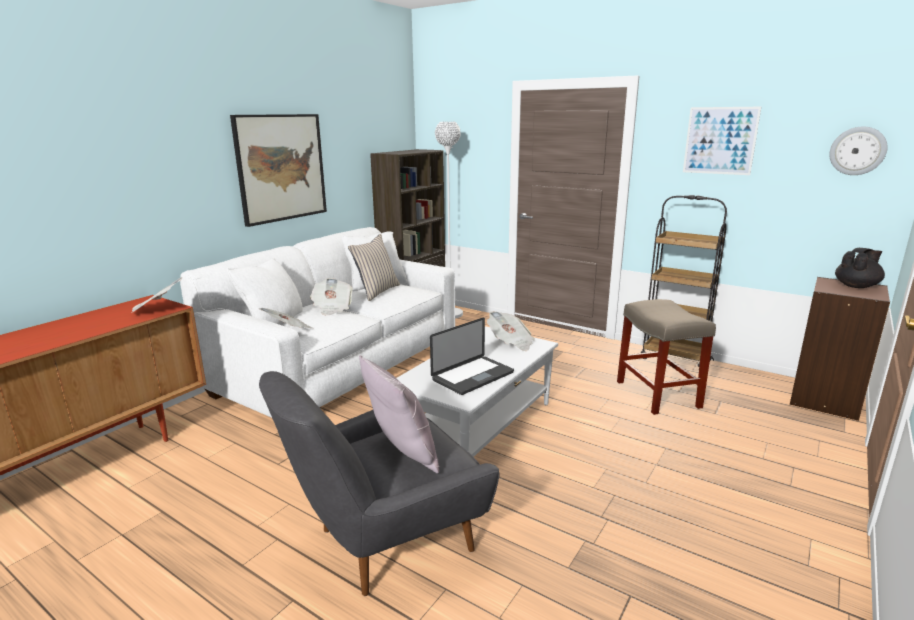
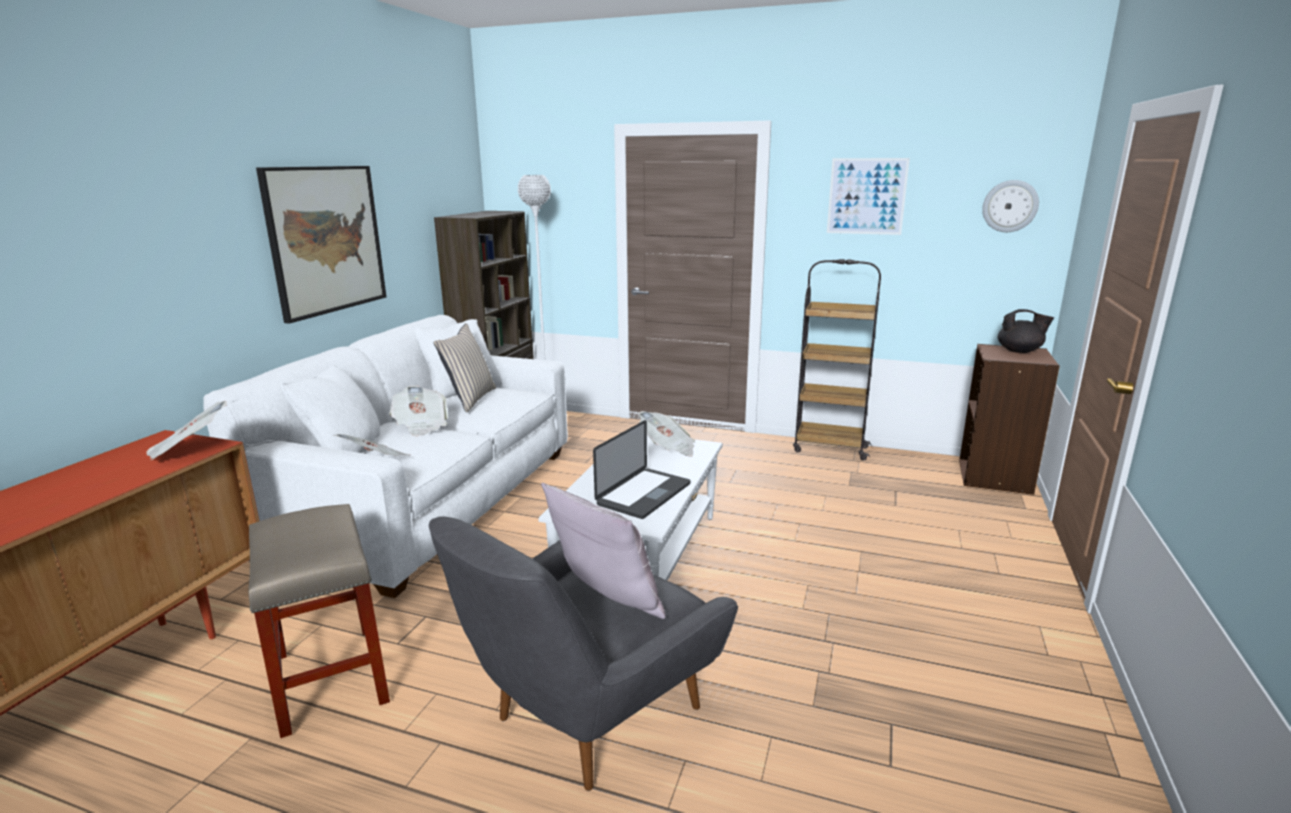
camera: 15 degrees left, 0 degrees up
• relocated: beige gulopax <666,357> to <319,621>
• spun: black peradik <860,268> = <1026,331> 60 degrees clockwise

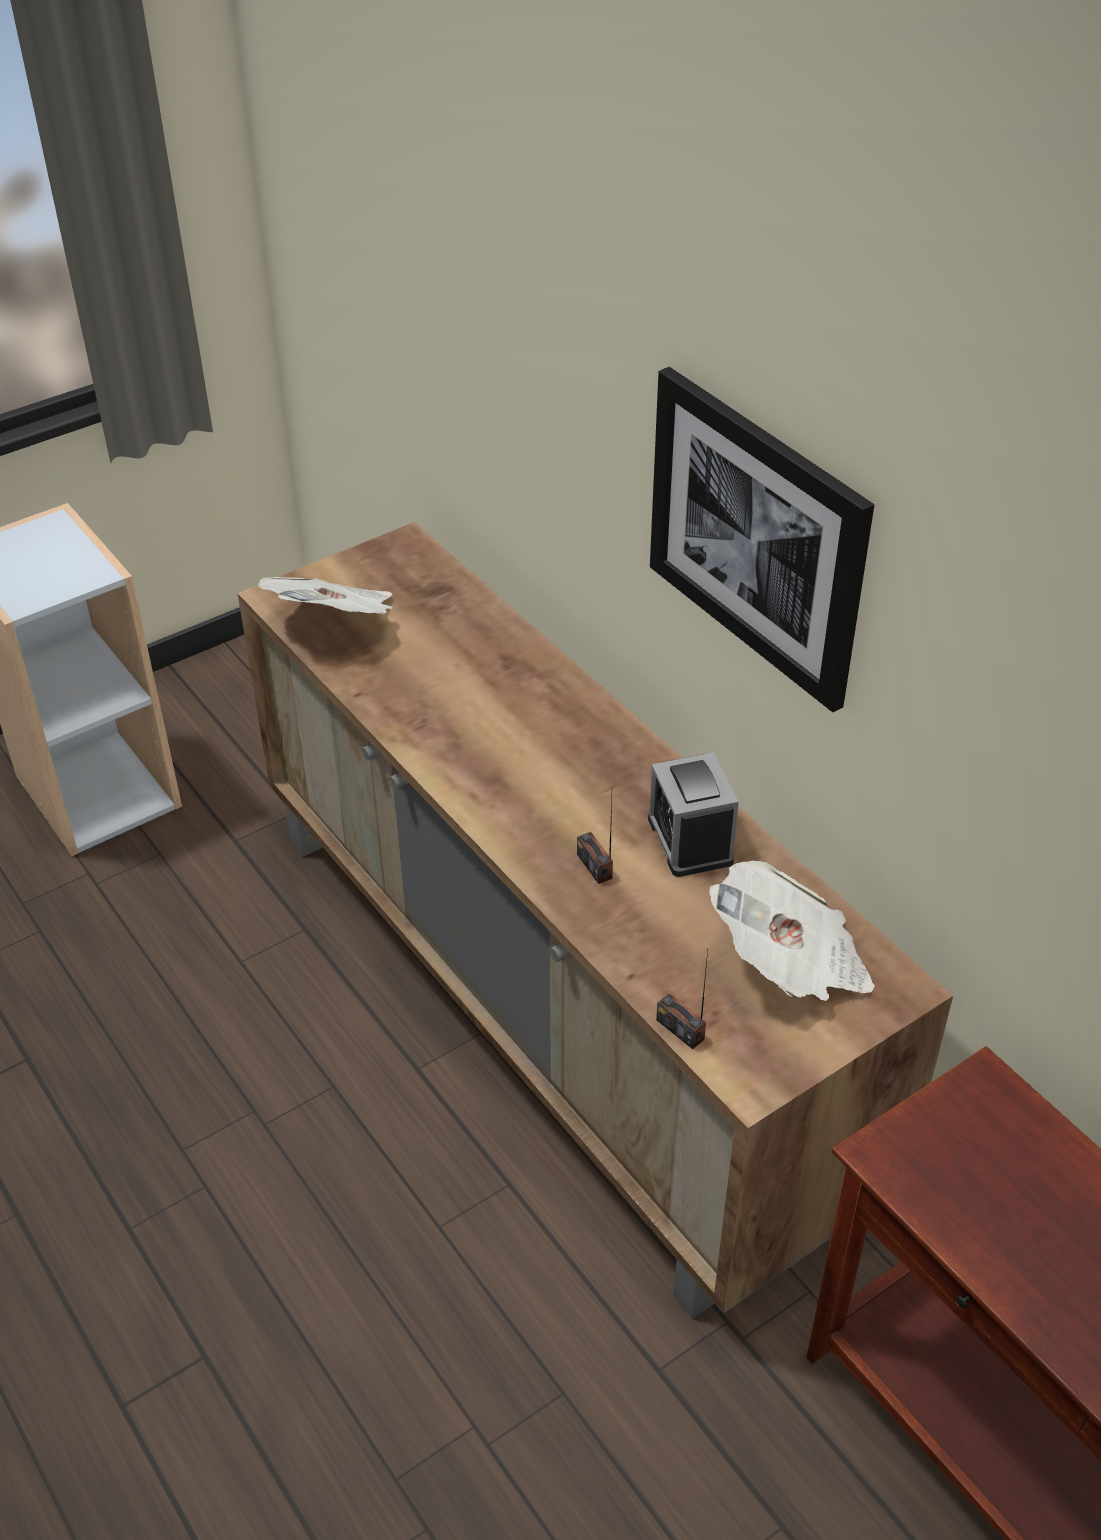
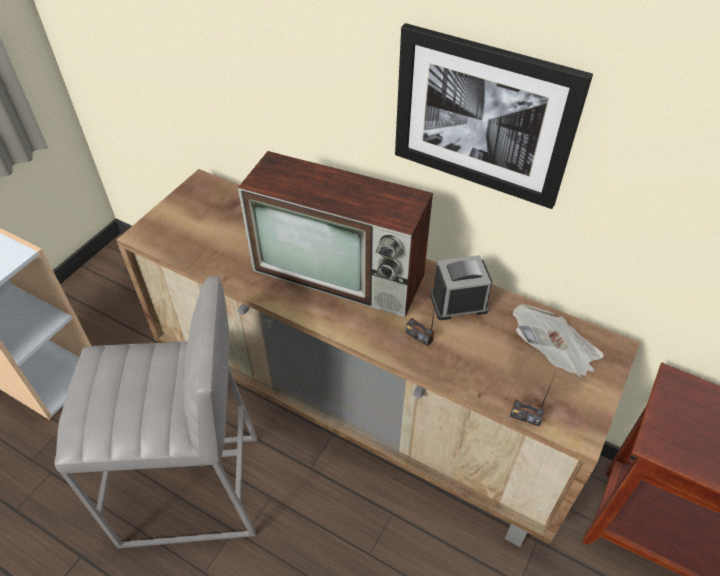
camera: 25 degrees left, 5 degrees up
• missing: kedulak <325,595>
• spun: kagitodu <693,814> = <461,287> 120 degrees clockwise
• appeared: grey gulopax <155,412>
• appeared: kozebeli <335,234>

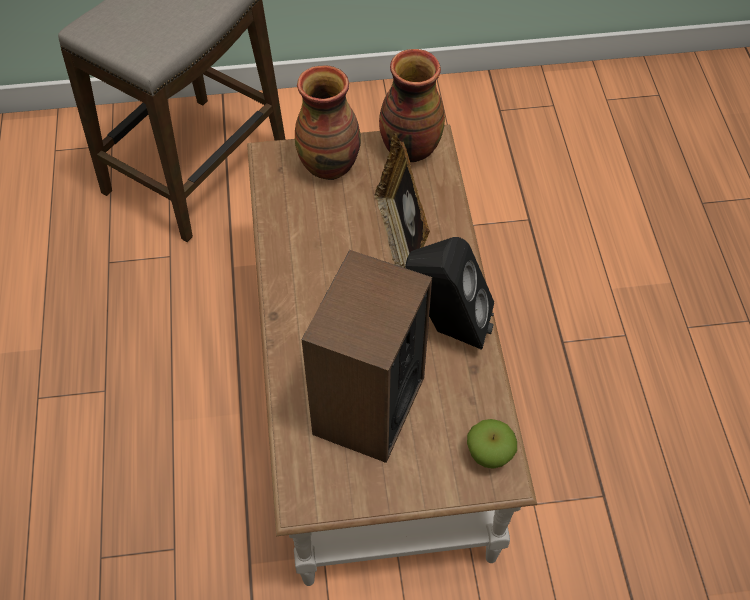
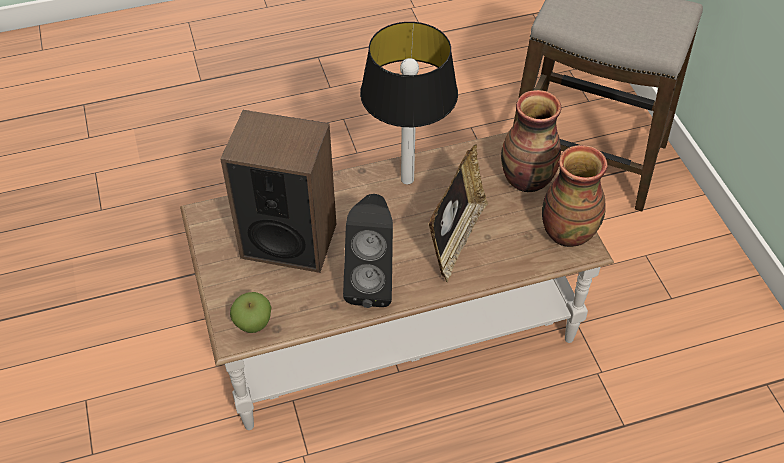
camera: 80 degrees right, 5 degrees down
• spun: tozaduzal <402,200> = <458,213> 135 degrees clockwise
• appeared: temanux <409,103>

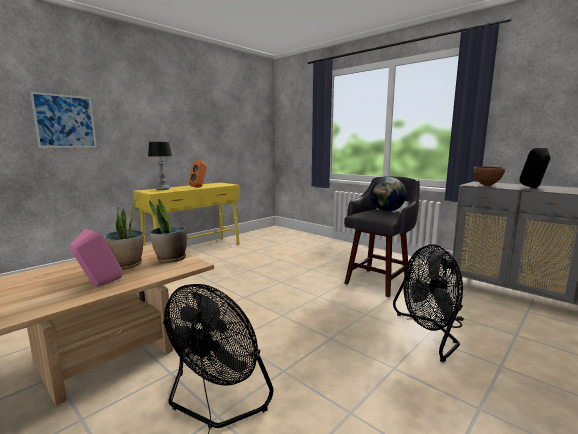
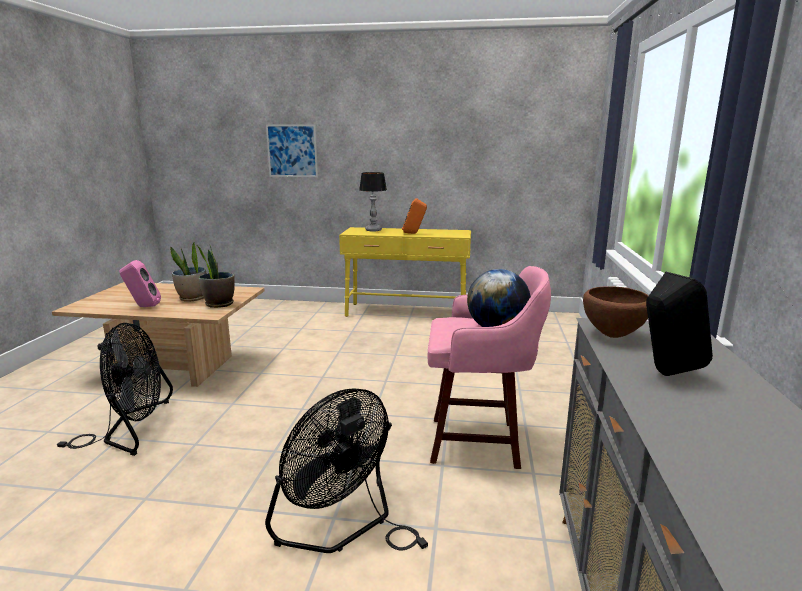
camera: 55 degrees right, 5 degrees up
• colour: grey gulopax <382,236> to pink gulopax <489,367>

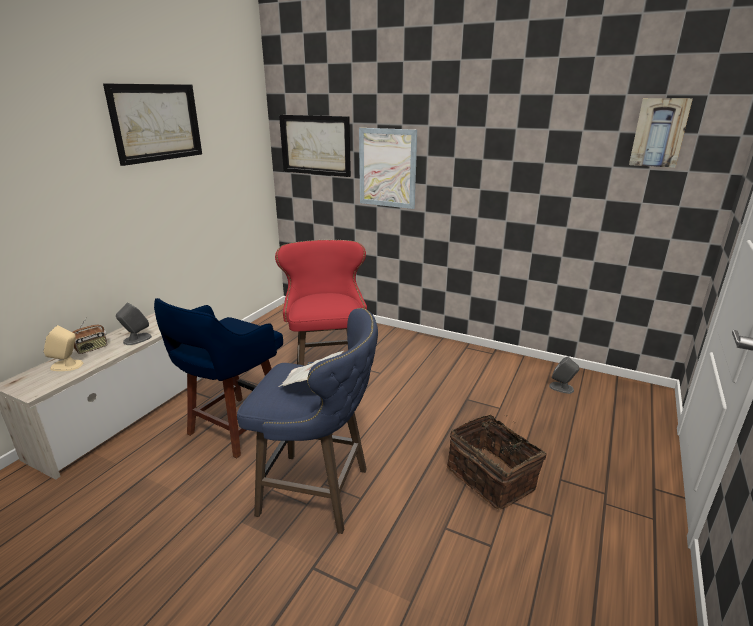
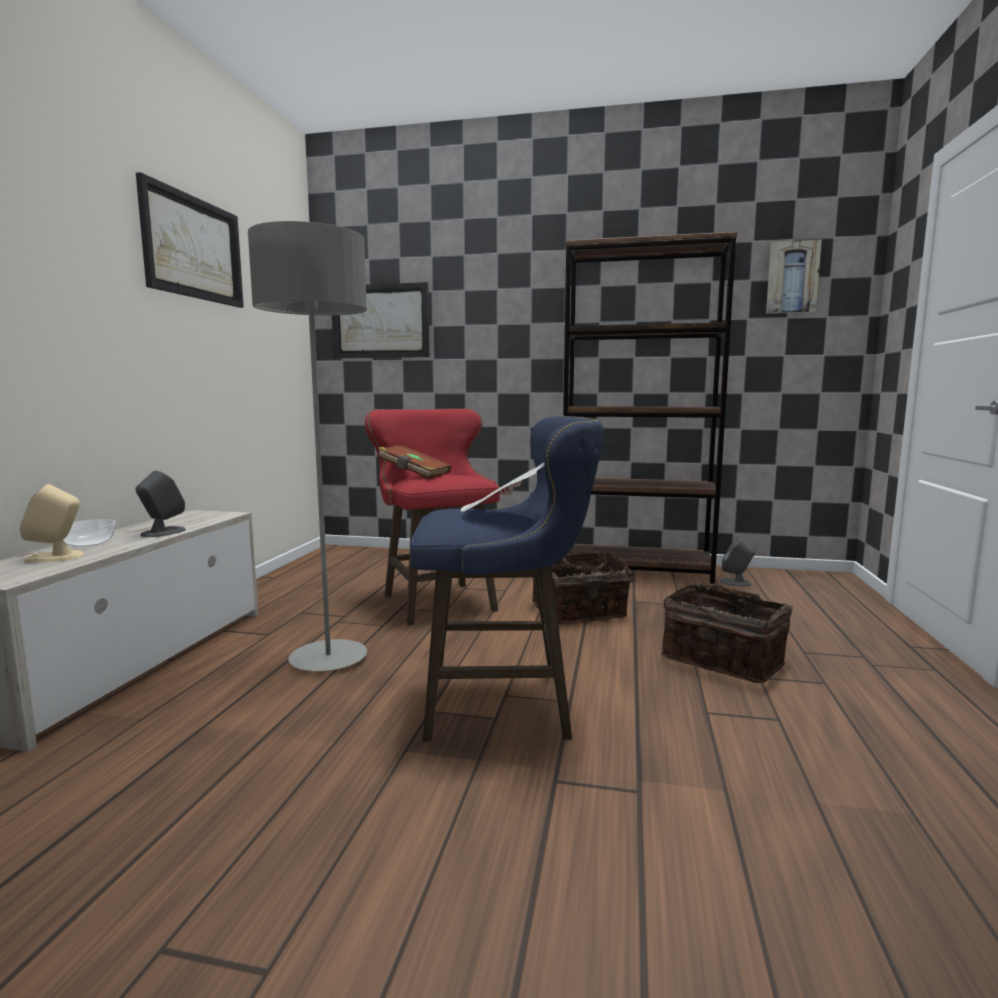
camera: 15 degrees left, 15 degrees down
• exchanged: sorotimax <90,335> to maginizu <89,533>
• exchanged: blue gulopax <218,378> to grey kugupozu <307,446>
• missing: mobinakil <388,168>
• appeared: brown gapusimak <414,462>
• appeared: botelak <584,587>
• appeared: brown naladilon <649,407>

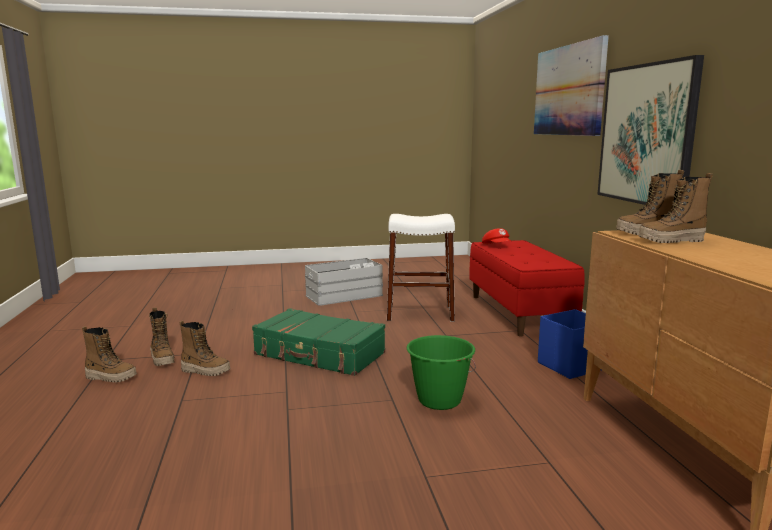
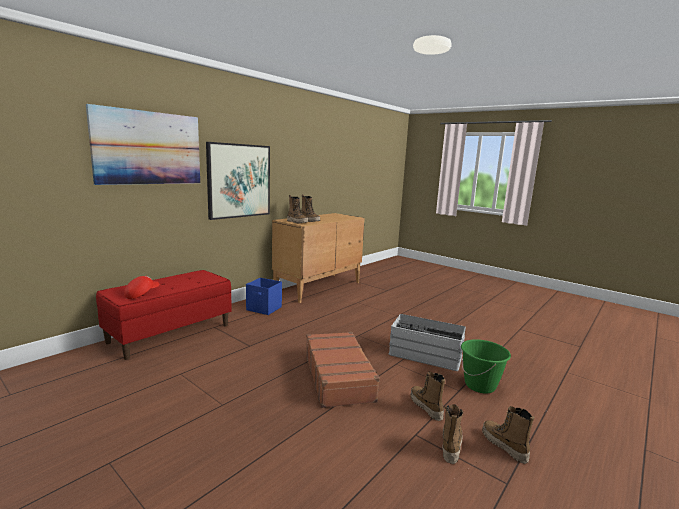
camera: 130 degrees left, 0 degrees up
• colour: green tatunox <318,342> to brown tatunox <343,370>
• relocated: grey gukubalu <344,282> to <427,342>
• missing: white gulopax <421,268>
• relocated: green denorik <441,372> to <486,366>

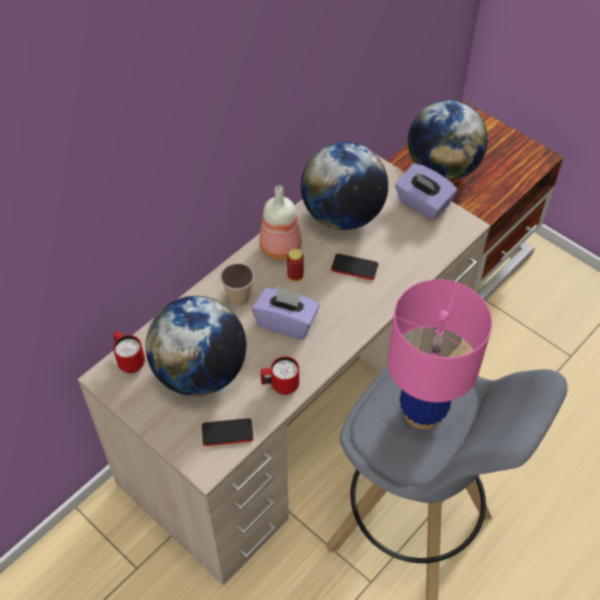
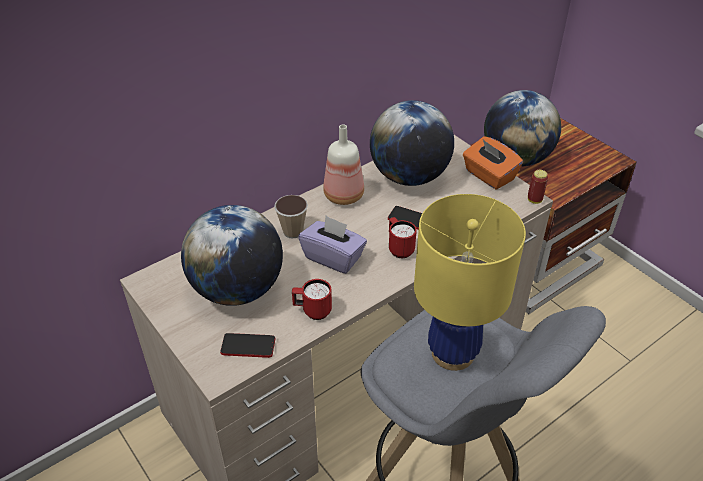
camera: 10 degrees right, 10 degrees down
• relocated: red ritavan <129,352> to <403,237>
• relocated: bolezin <295,265> to <538,187>
• colour: pink temanux <440,354> to yellow temanux <470,282>
• colour: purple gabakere <426,191> to orange gabakere <493,163>

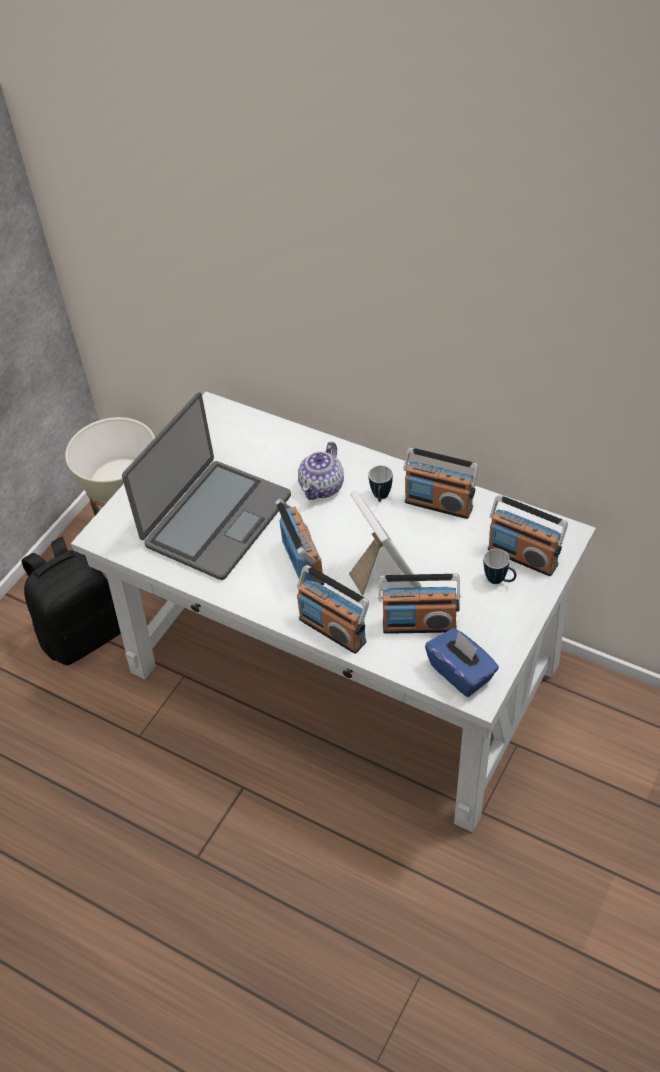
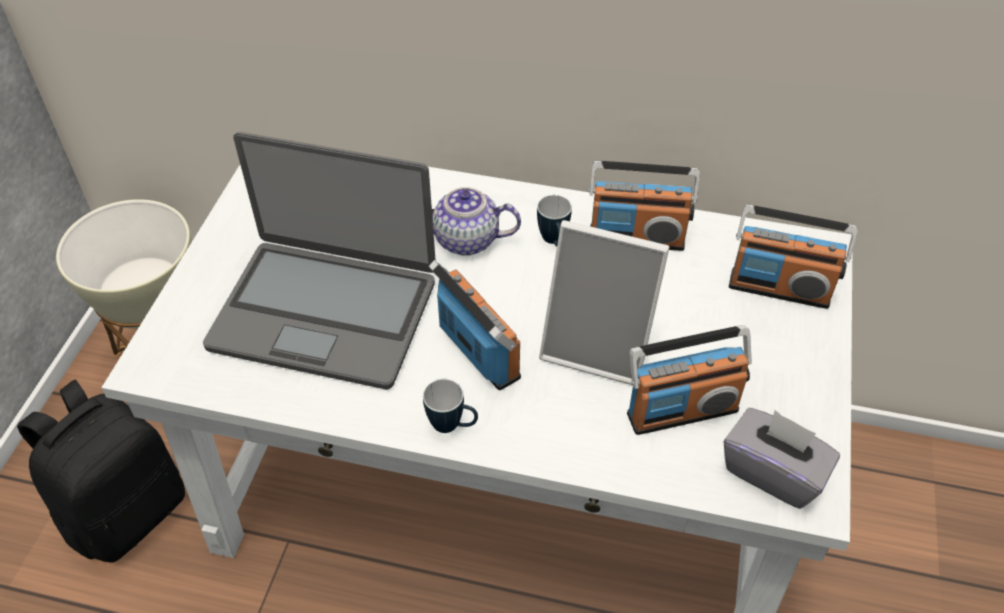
camera: 20 degrees left, 0 degrees up
• spun: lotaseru <206,486> = <319,260> 90 degrees clockwise
• missing: sorotimax <333,609>
• spun: peradik <321,470> = <476,221> 90 degrees clockwise
• spun: tozaduzal <385,543> = <604,302> 150 degrees clockwise
• colour: blue gabakere <462,662> to grey gabakere <781,458>
• relocated: ritavan <500,566> to <450,406>

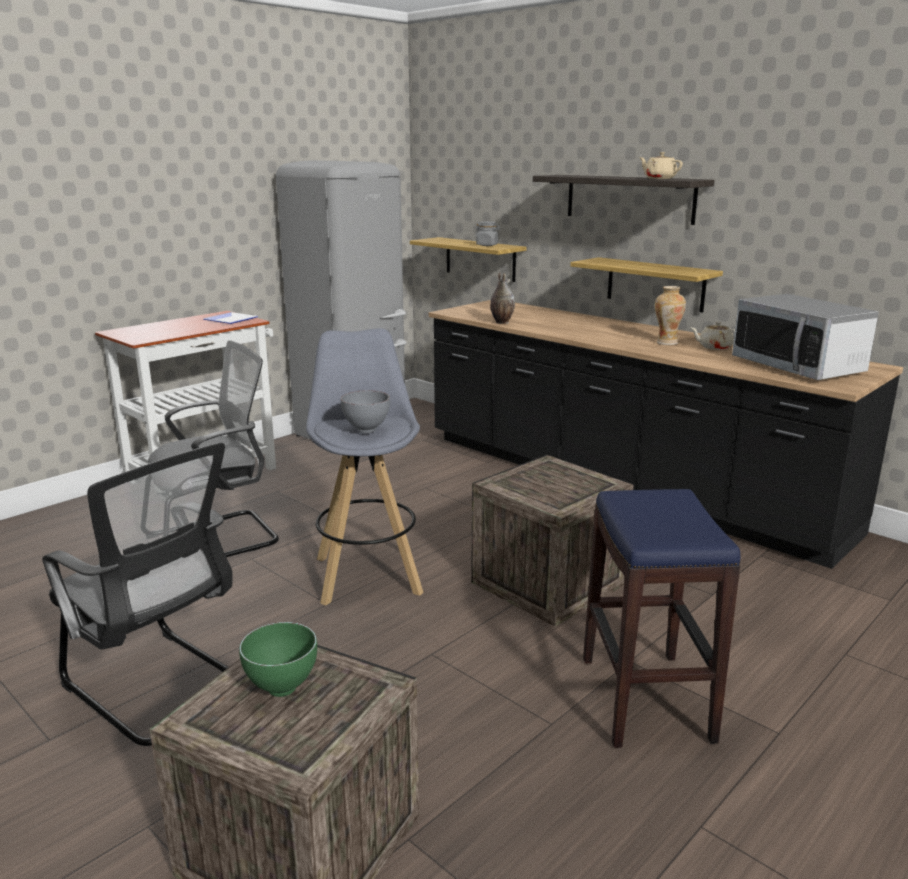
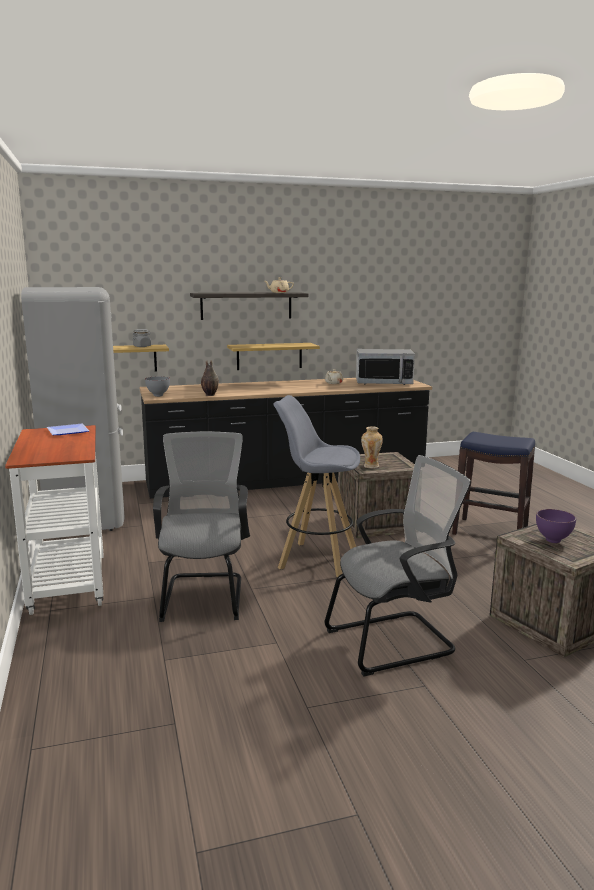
camera: 60 degrees left, 5 degrees down
• colour: green maginizu <278,659> to purple maginizu <556,526>
• relocated: grey maginizu <365,412> to <157,386>
• relocated: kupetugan <670,315> to <372,447>

